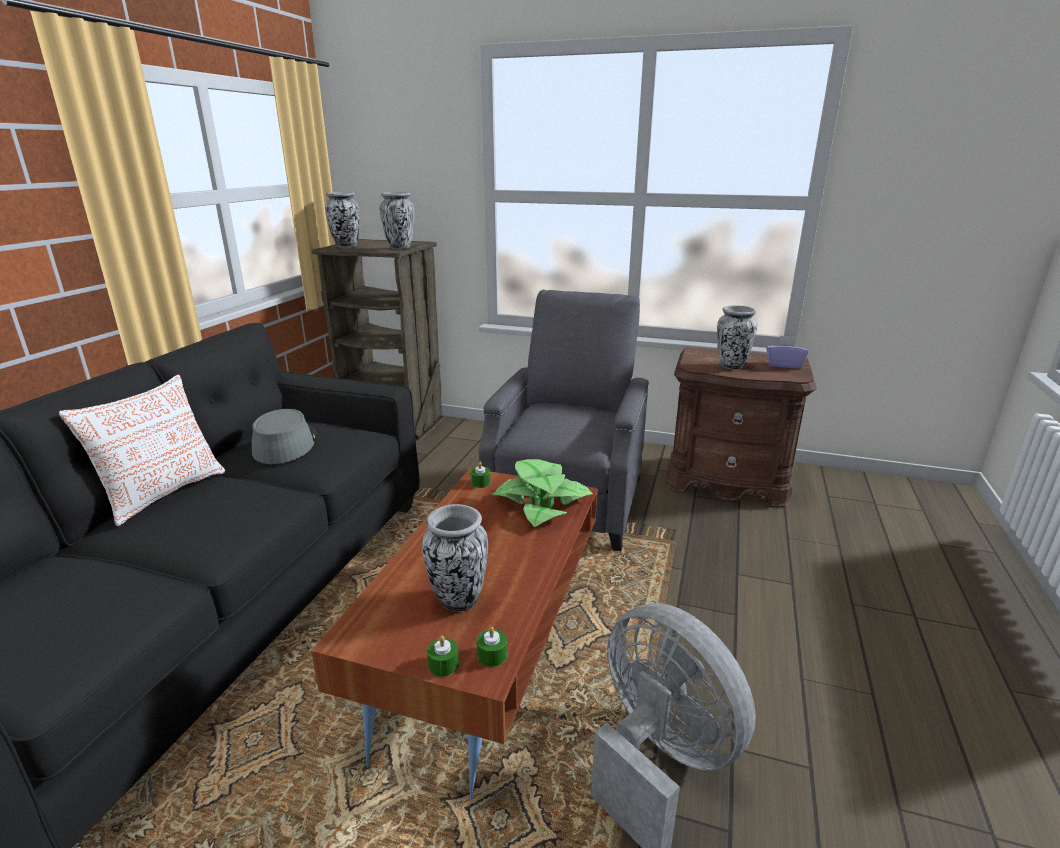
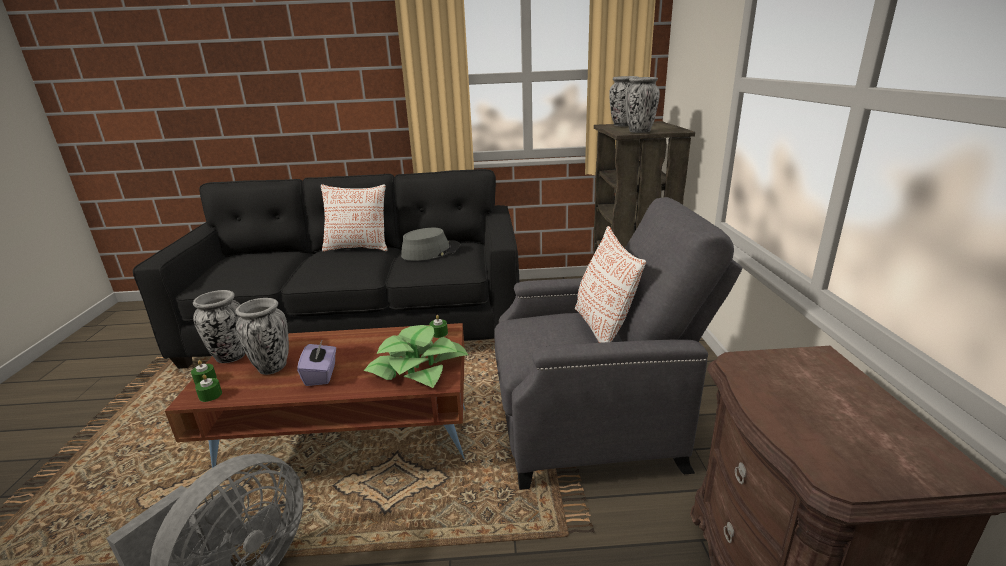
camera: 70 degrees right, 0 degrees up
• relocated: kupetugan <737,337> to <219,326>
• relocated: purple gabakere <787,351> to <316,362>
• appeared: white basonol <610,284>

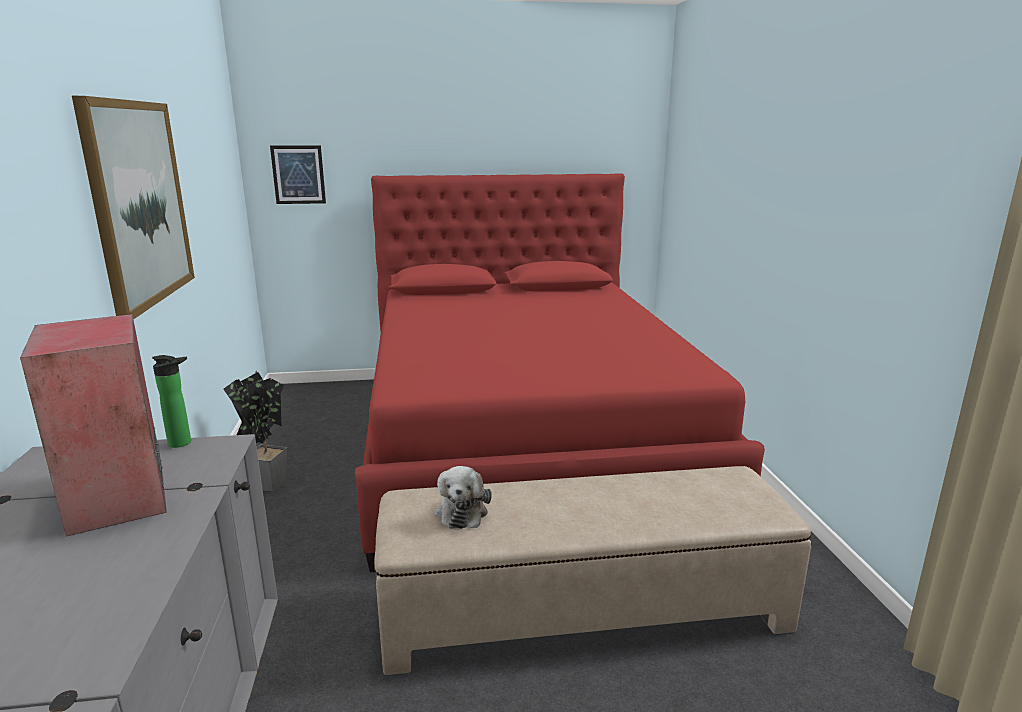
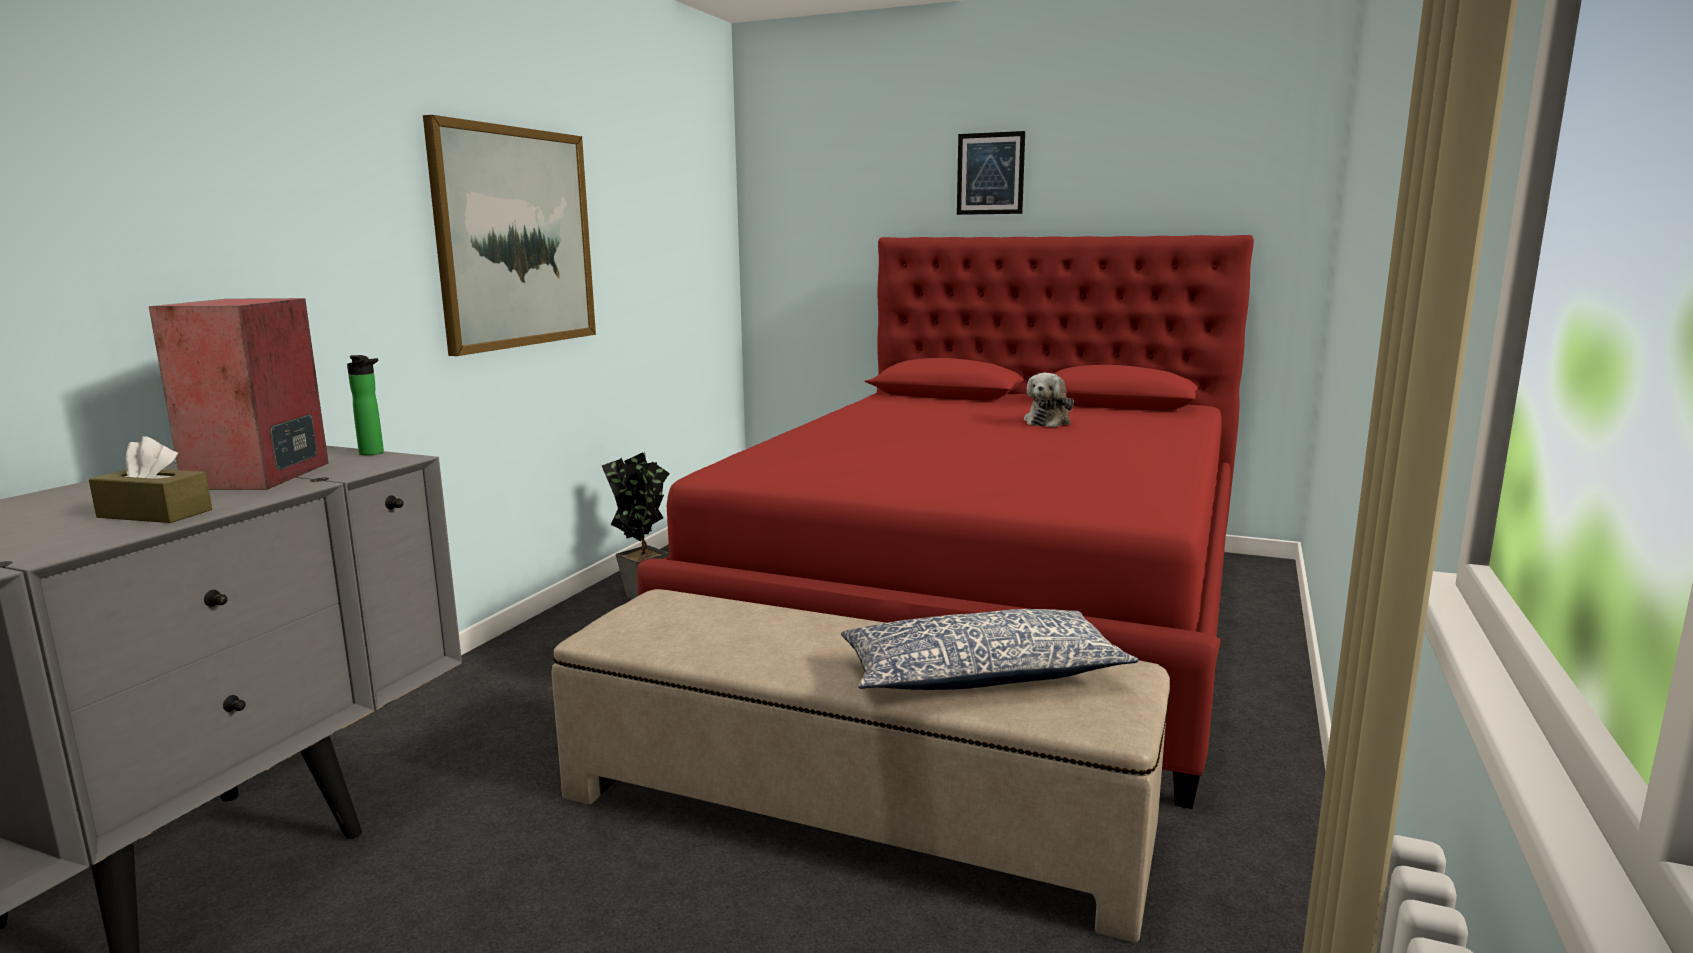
camera: 30 degrees right, 5 degrees down
• relocated: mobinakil <298,174> to <991,173>
• relocated: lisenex <463,497> to <1049,400>
• appeared: brown gabakere <150,479>
• appeared: basonol <990,649>

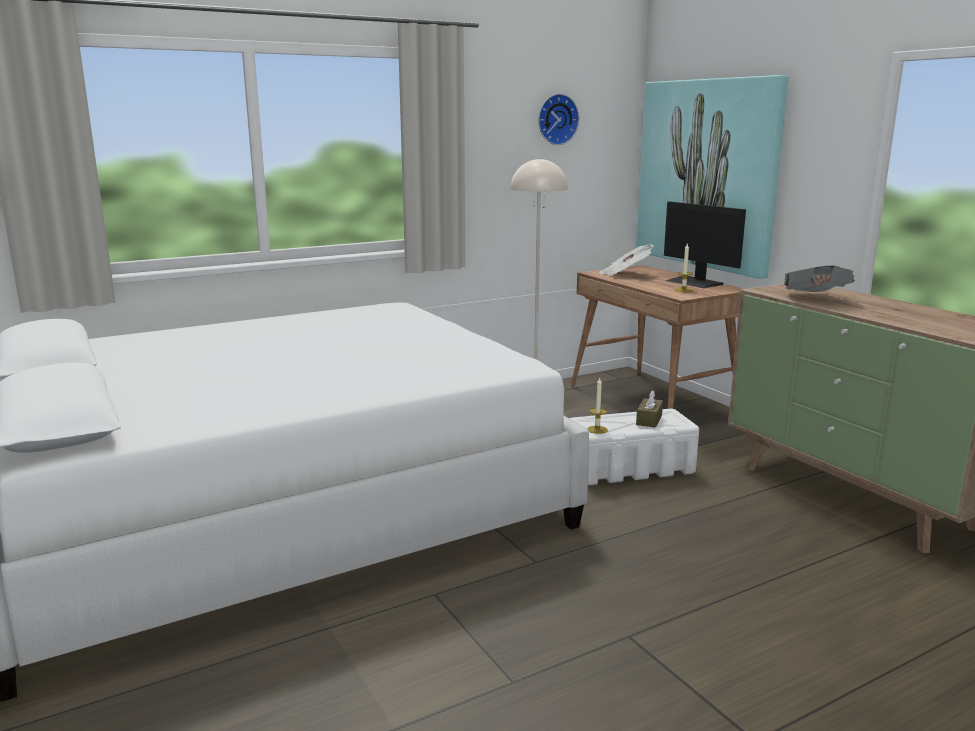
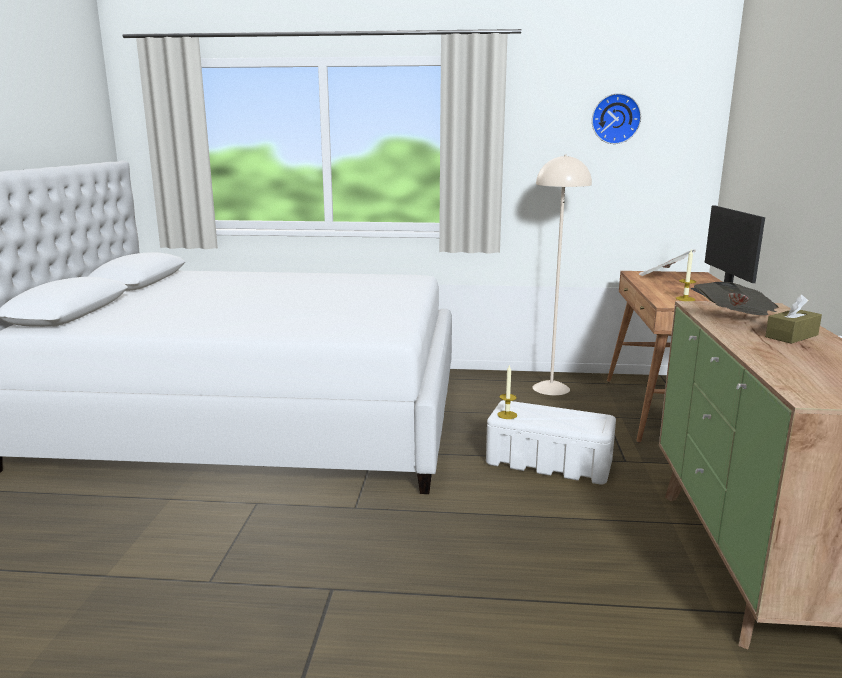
camera: 35 degrees right, 0 degrees up
• missing: mobinakil <712,177>
• relocated: brown gabakere <649,409> to <793,319>

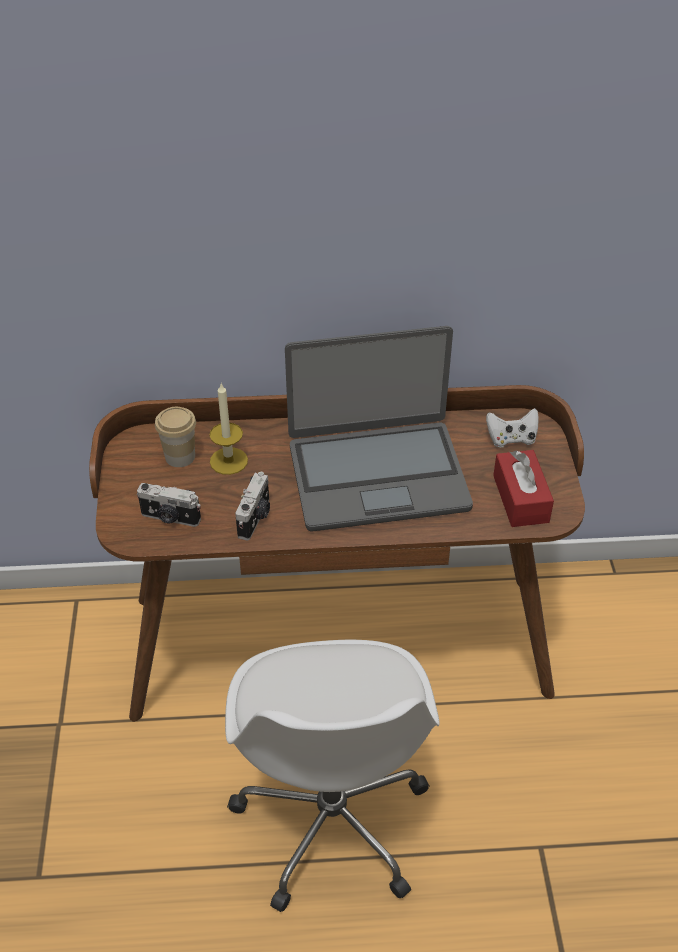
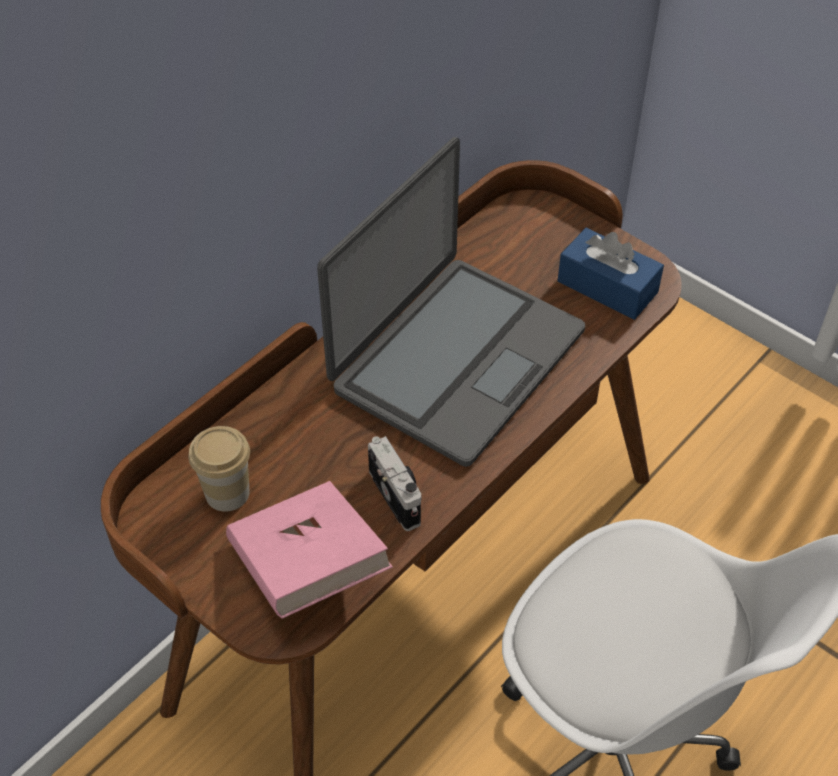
camera: 45 degrees left, 5 degrees up
• exchanged: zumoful <169,505> to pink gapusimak <309,549>
• missing: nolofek <228,429>
• missing: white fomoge <512,428>
• colour: red gabakere <523,488> to blue gabakere <610,274>

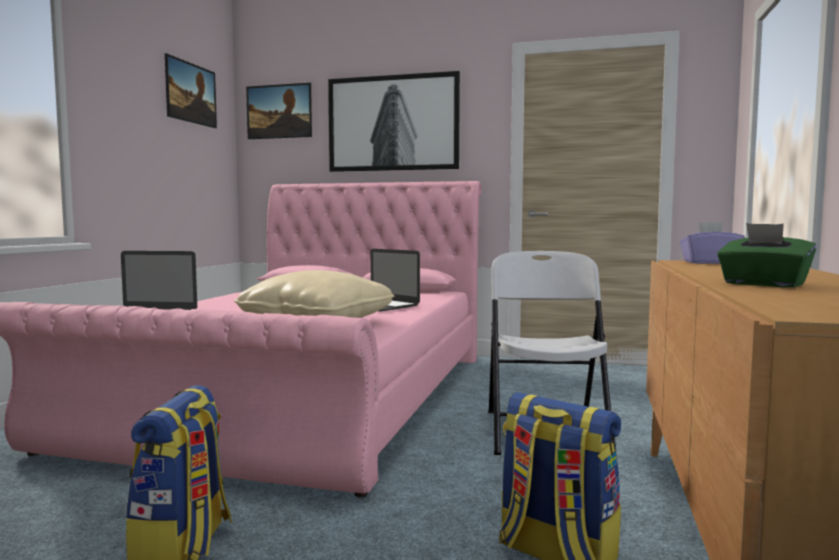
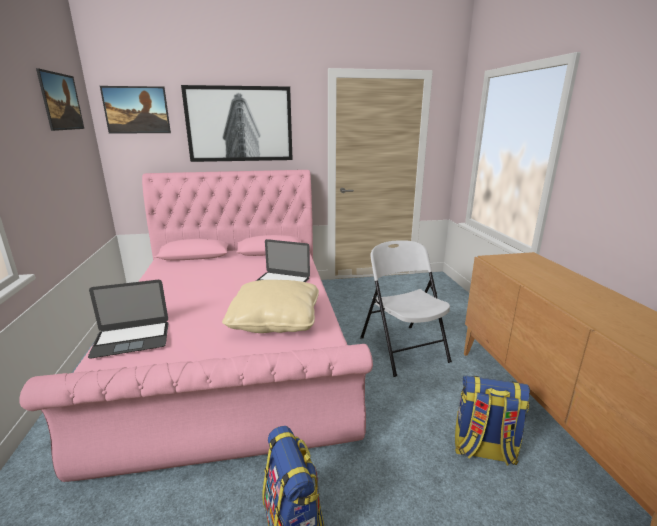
camera: 25 degrees left, 15 degrees up
• missing: purple gabakere <712,243>
• missing: green gabakere <767,255>

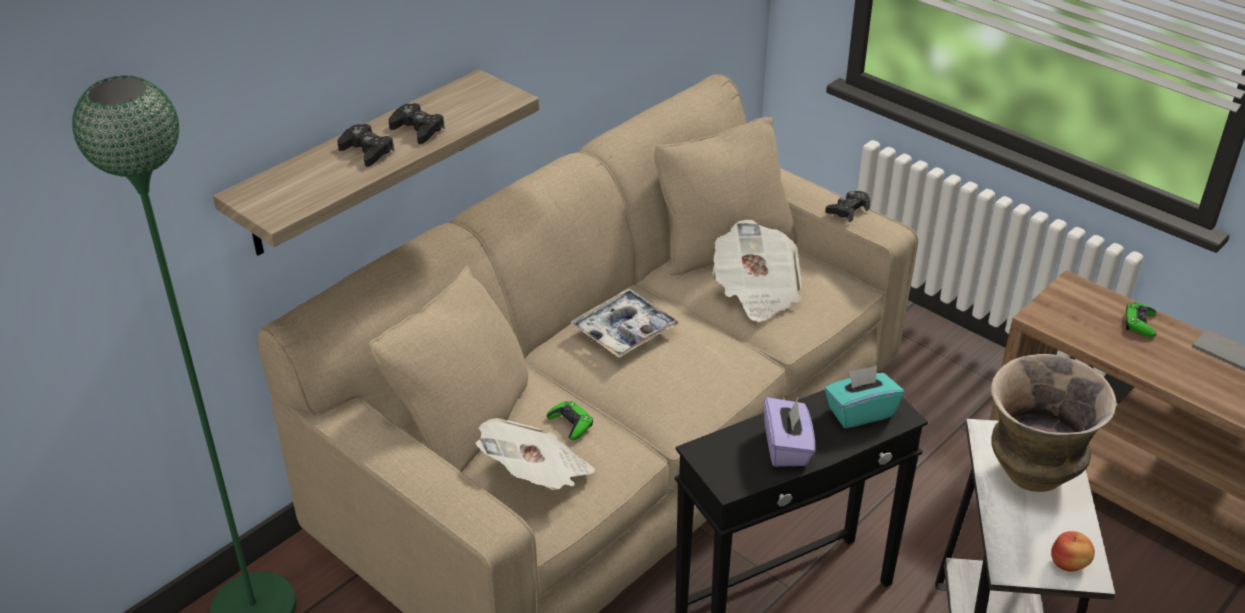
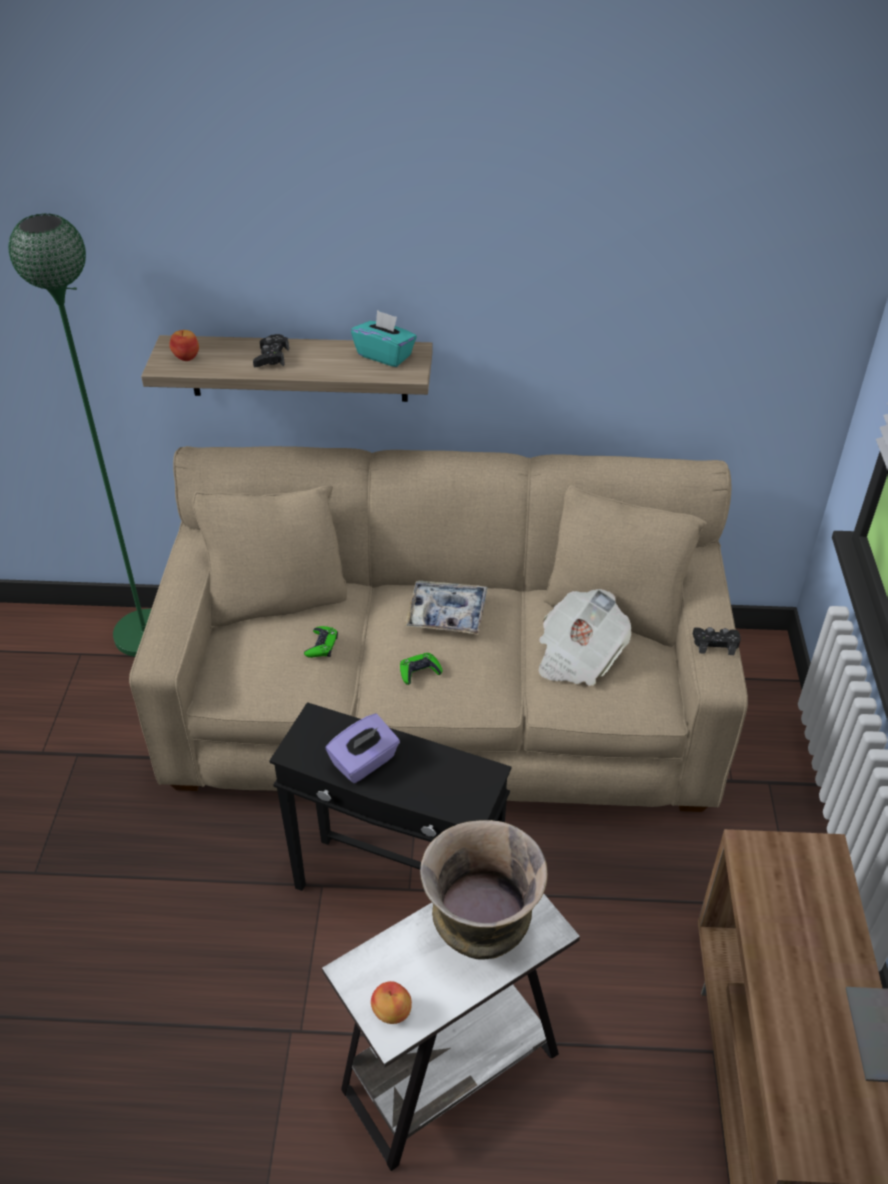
camera: 50 degrees right, 5 degrees up
• missing: black fomoge <416,123>
• missing: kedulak <535,454>
• relocated: turquoise gabakere <864,397> to <384,338>
• relocated: green fomoge <1141,319> to <421,669>
• appeared: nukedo <184,345>

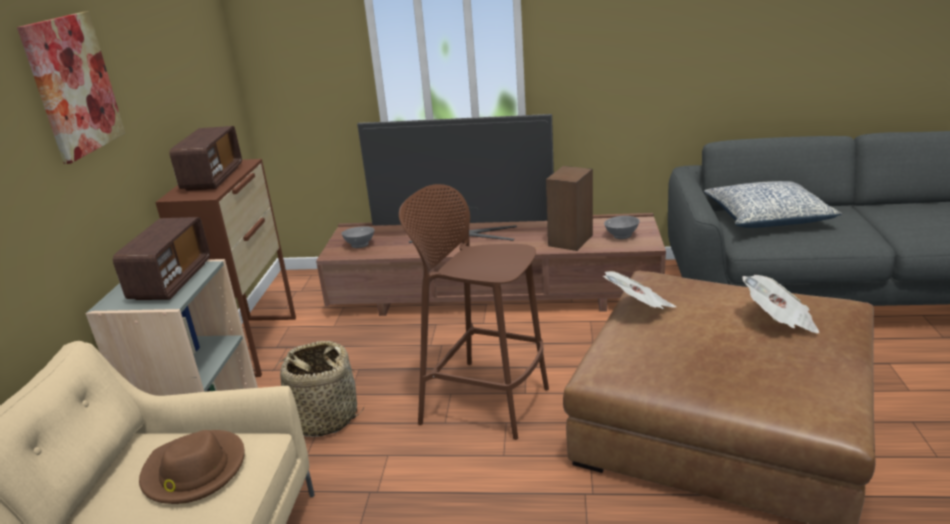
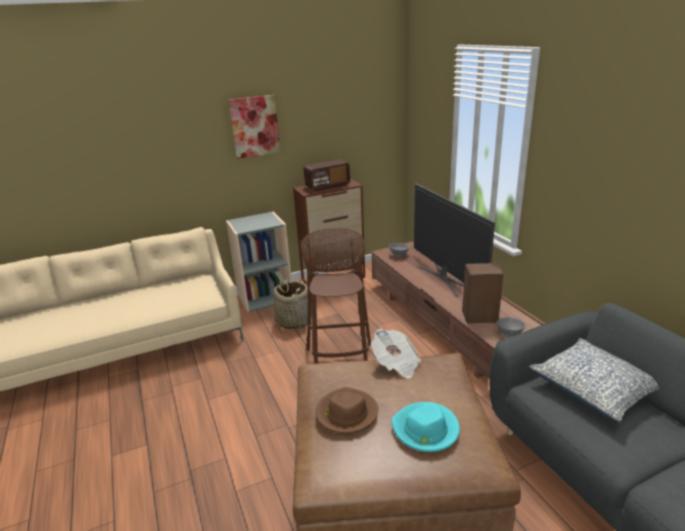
camera: 60 degrees right, 0 degrees up
• missing: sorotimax <161,258>
• relocated: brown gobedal <192,467> to <347,410>
• exchanged: kedulak <781,304> to turquoise gobedal <425,427>

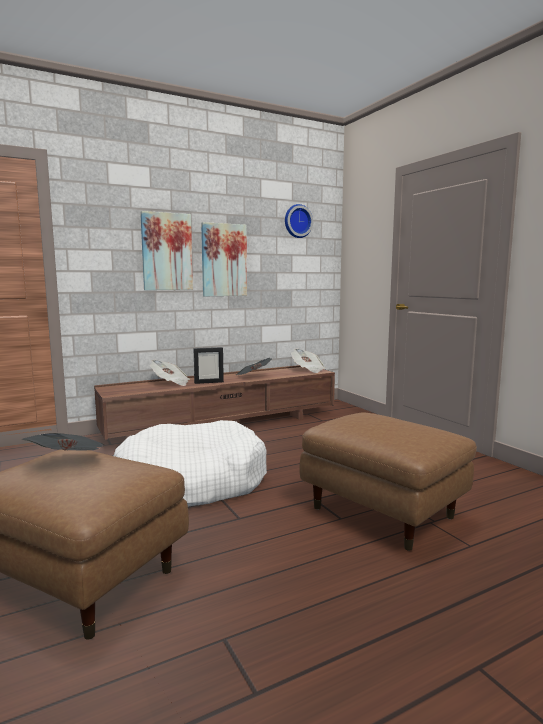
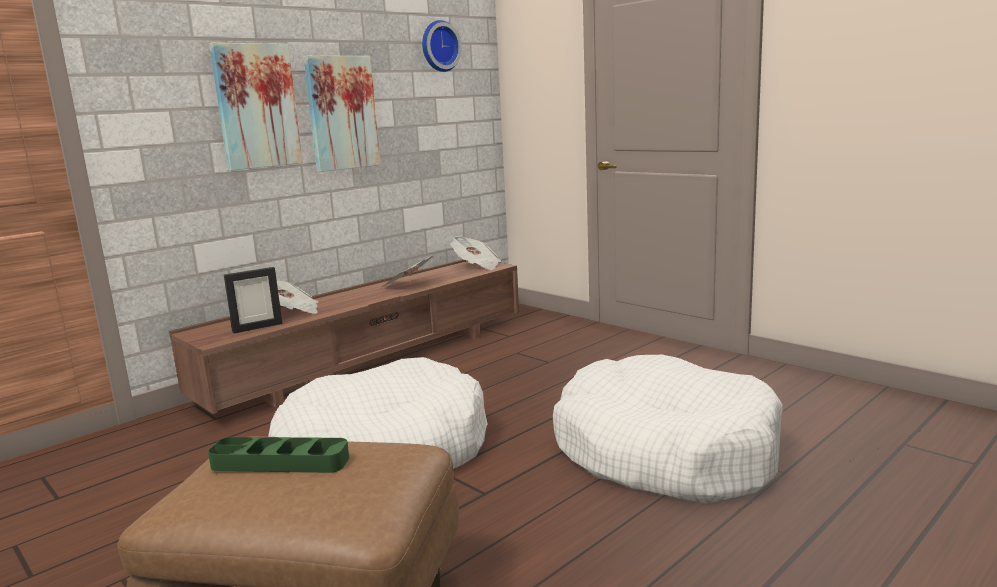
camera: 15 degrees left, 5 degrees up
• exchanged: kedulak <63,442> to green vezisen <278,455>
• relocated: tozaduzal <208,365> to <253,300>
• exchanged: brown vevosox <388,482> to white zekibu <668,429>

